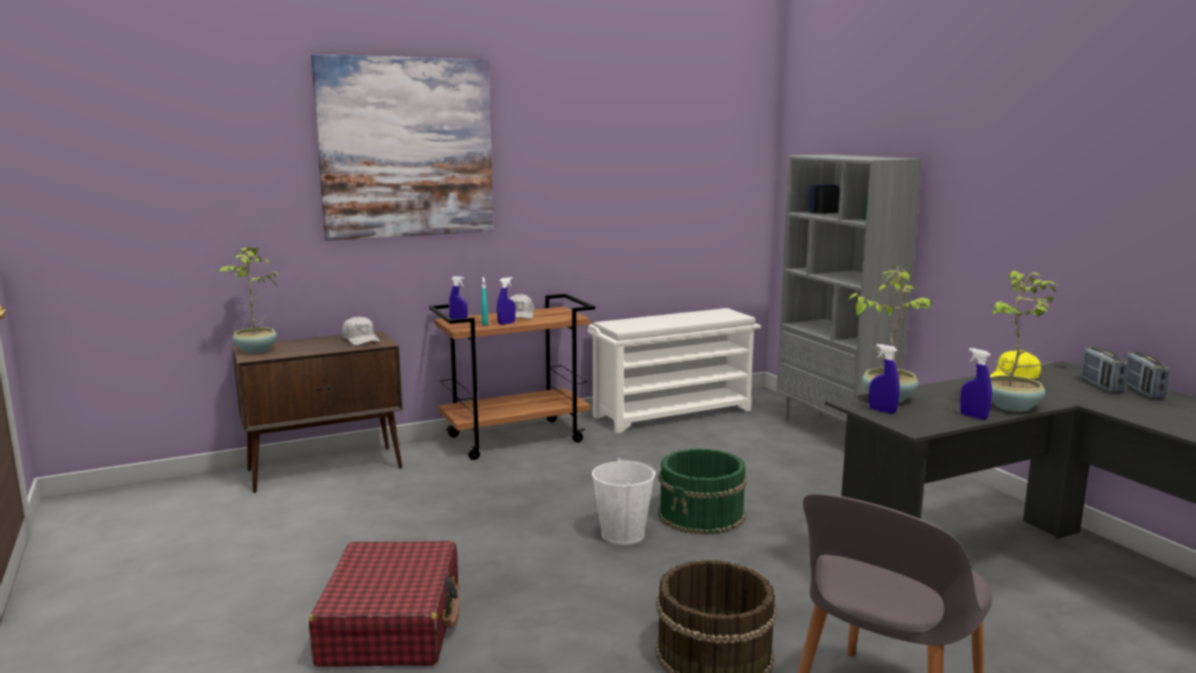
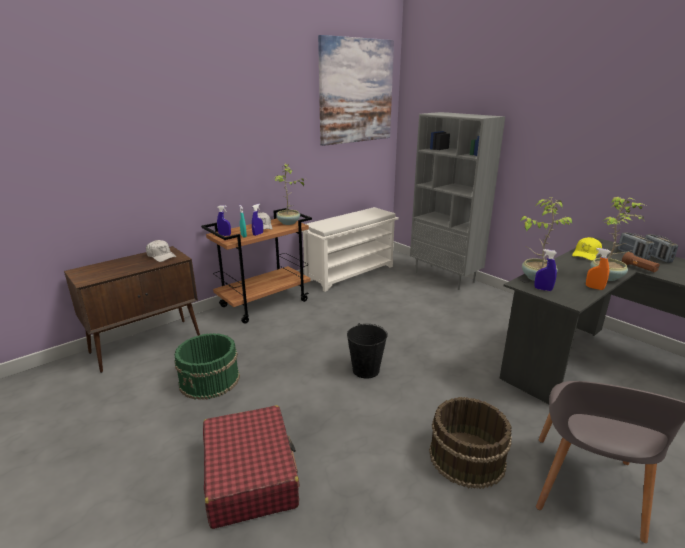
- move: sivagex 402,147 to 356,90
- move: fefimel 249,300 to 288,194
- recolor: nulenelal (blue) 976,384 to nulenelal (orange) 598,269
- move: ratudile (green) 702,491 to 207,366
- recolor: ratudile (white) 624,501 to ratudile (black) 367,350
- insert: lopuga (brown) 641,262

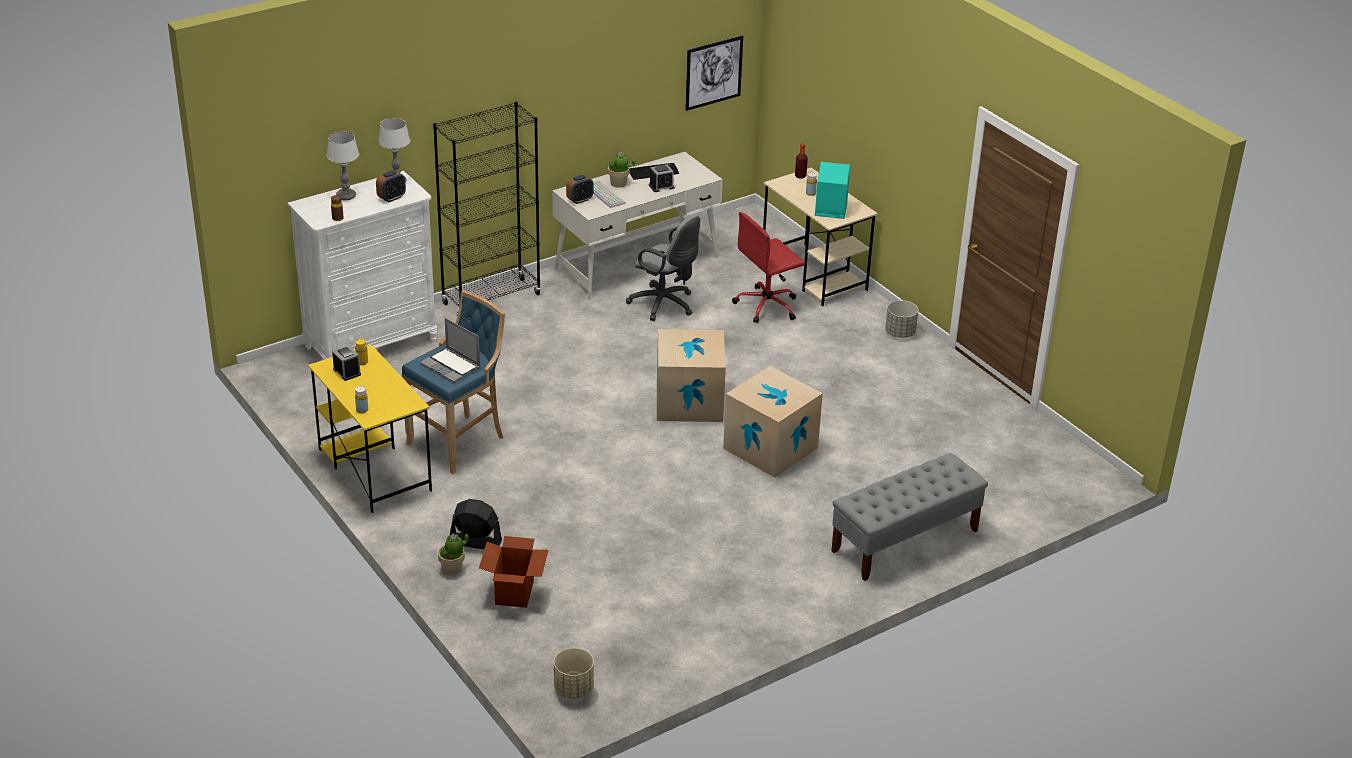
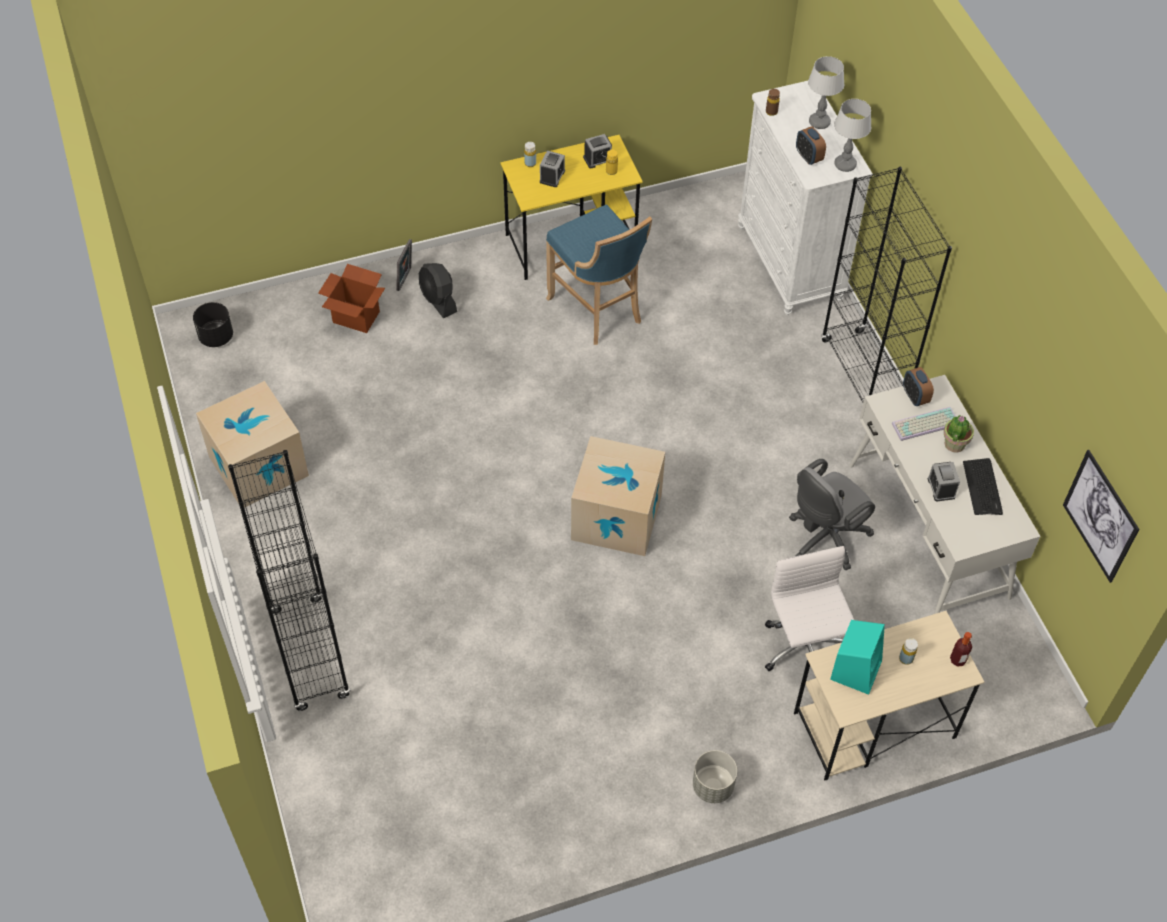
- recolor: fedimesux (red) 768,267 to fedimesux (white) 809,608
- delete: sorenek 450,350
- move: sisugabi 773,421 to 252,444
- replace: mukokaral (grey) 909,517 to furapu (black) 289,580
- rotate: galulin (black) 476,524 = 438,290 120 degrees clockwise
- replace: fefimel 453,554 to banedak 404,265
- recolor: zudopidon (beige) 574,673 to zudopidon (black) 213,324
- insert: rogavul 552,169

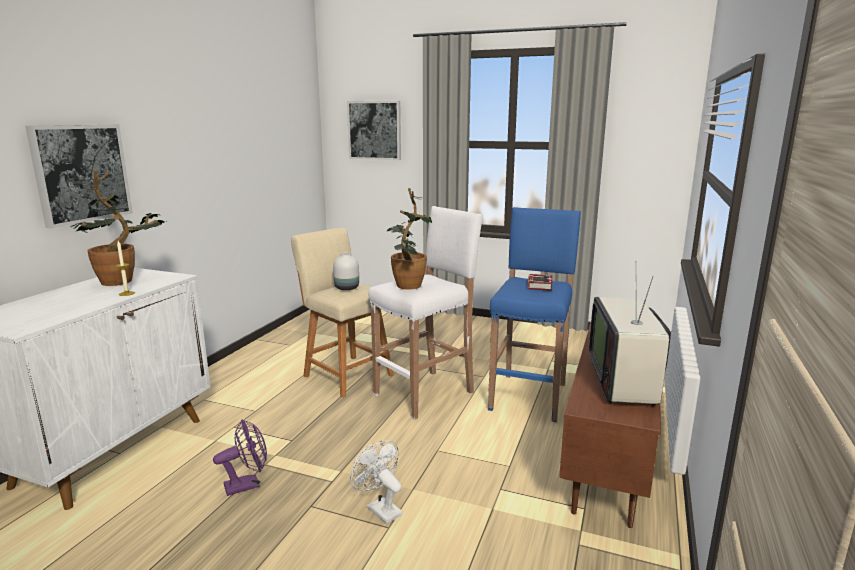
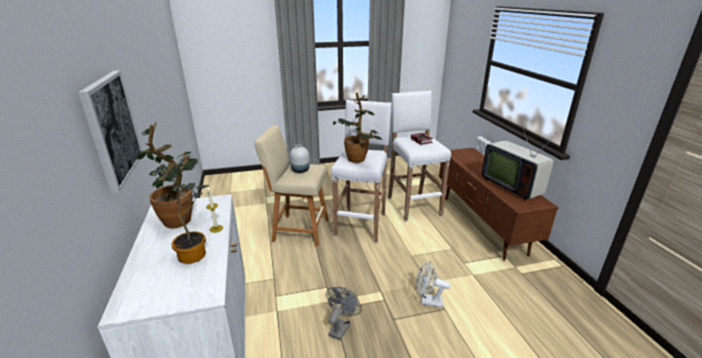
- delete: sivagex 374,130
- recolor: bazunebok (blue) 534,314 to bazunebok (white) 419,156
- recolor: galulin (purple) 240,458 to galulin (grey) 344,313
- insert: fefimel 179,214

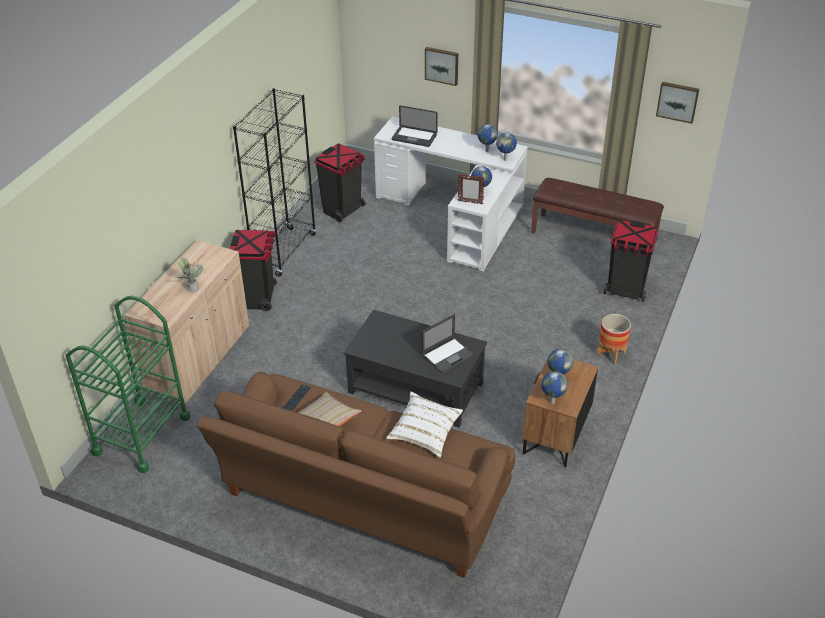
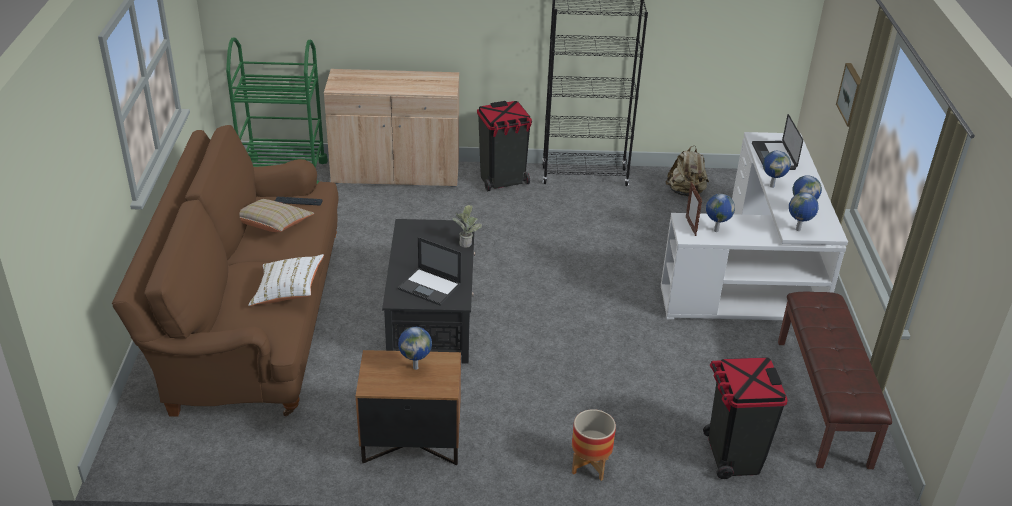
- delete: sivagex 677,103
- replace: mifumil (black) 340,183 to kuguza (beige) 687,171
- move: fefimel 190,275 to 467,226
- move: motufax 554,387 to 777,169

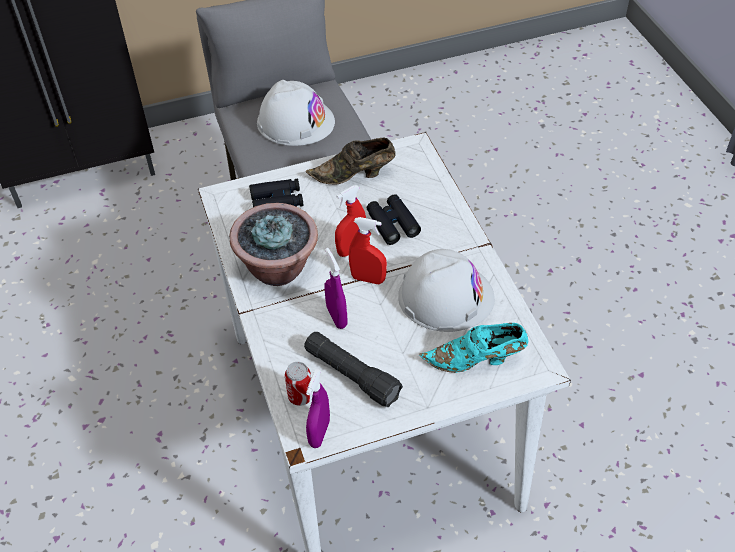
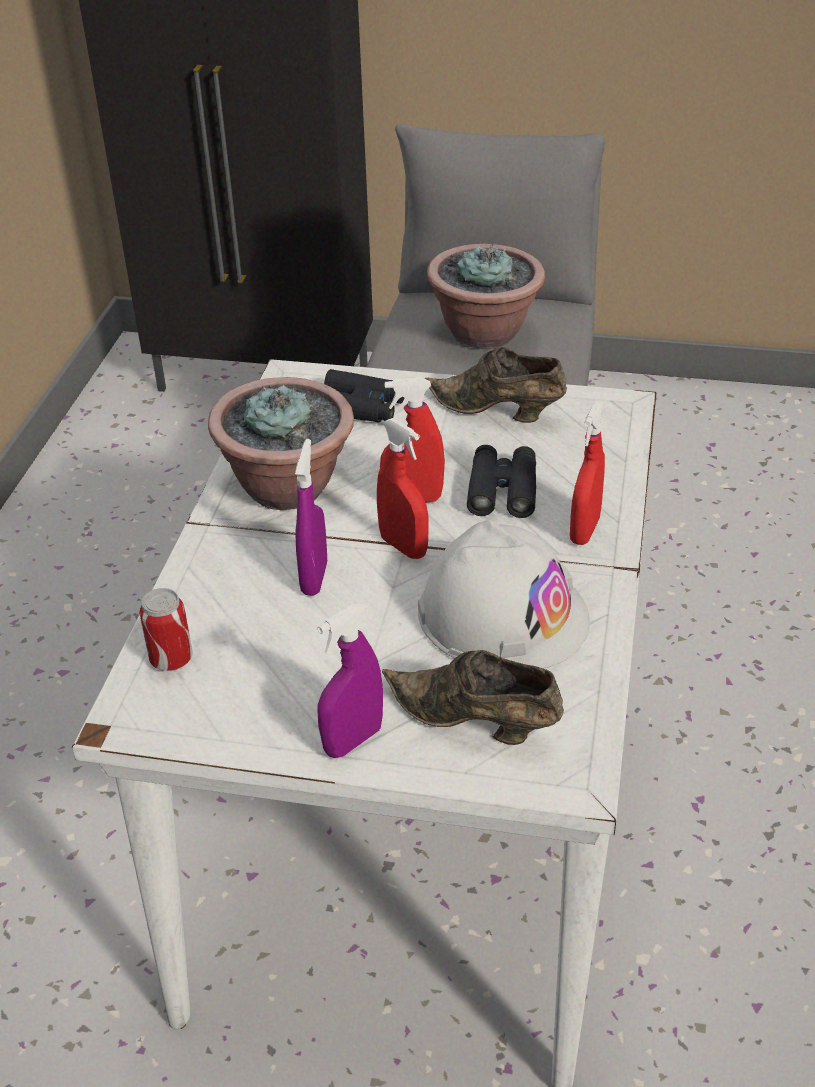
- replace: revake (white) 296,113 to fefimel 486,296
- recolor: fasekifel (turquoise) 473,348 to fasekifel (brown) 473,697
- delete: lopuga (black) 353,369
- move: nulenelal (purple) 318,408 to 350,681
- insert: nulenelal (red) 587,473

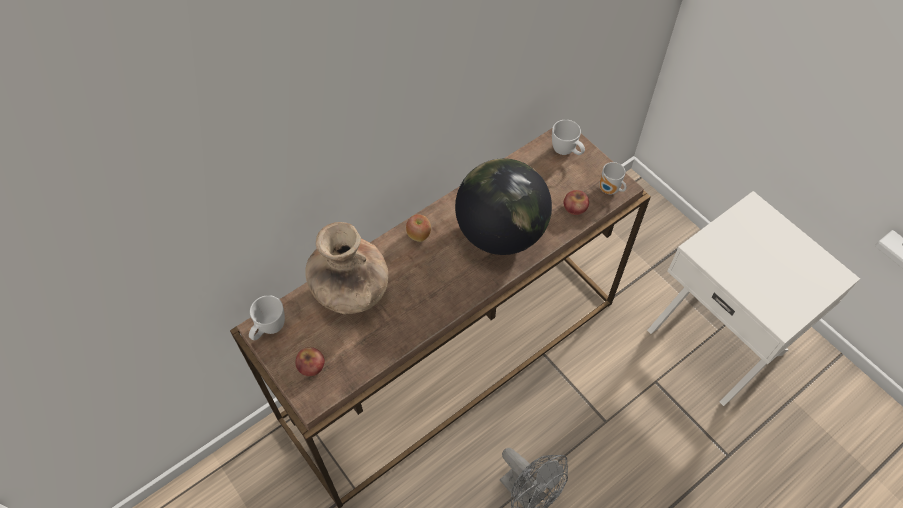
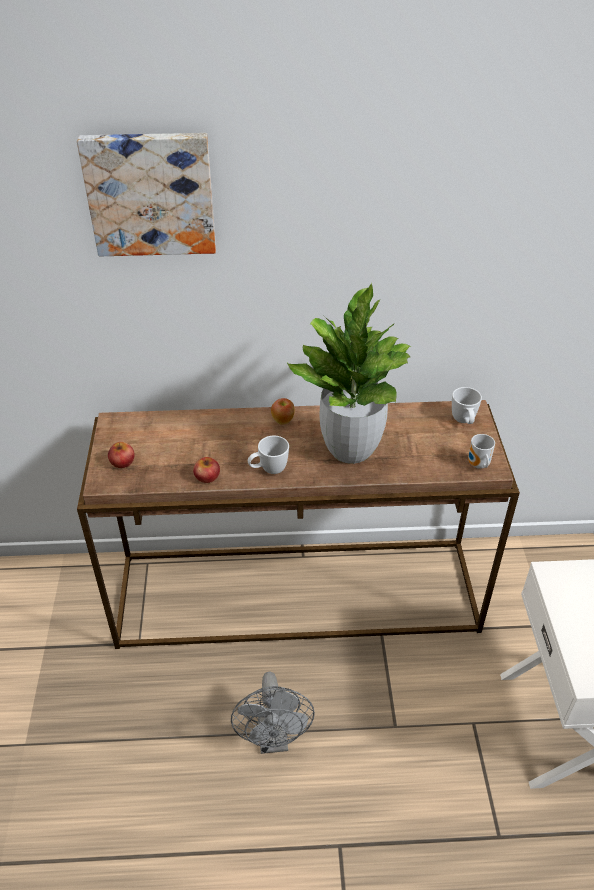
- replace: motufax 503,206 to fefimel 349,373
- move: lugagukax 576,202 to 206,470
- delete: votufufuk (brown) 346,268
- move: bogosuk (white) 267,317 to 268,455
- insert: sivagex 146,194

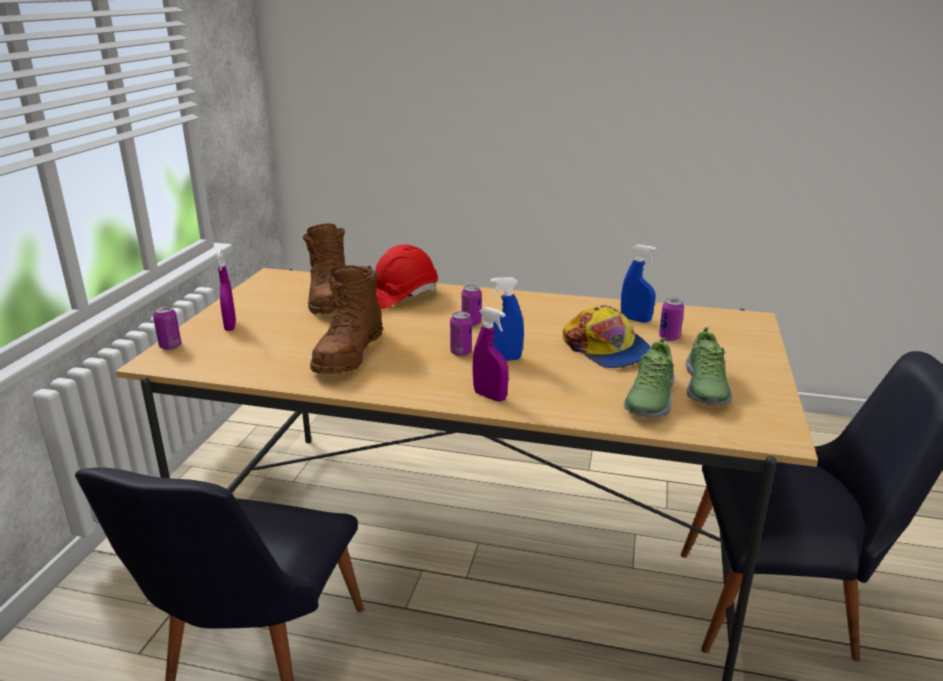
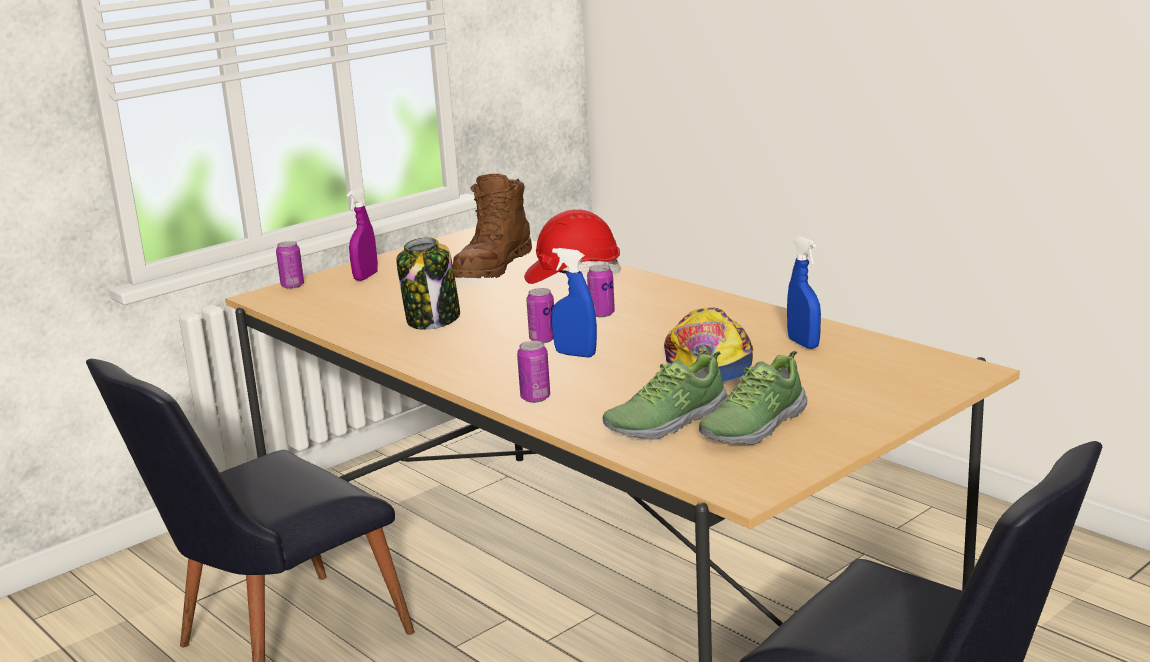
- replace: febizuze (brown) 346,319 to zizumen 428,283
- move: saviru 671,319 to 533,372
- delete: nulenelal (purple) 490,354

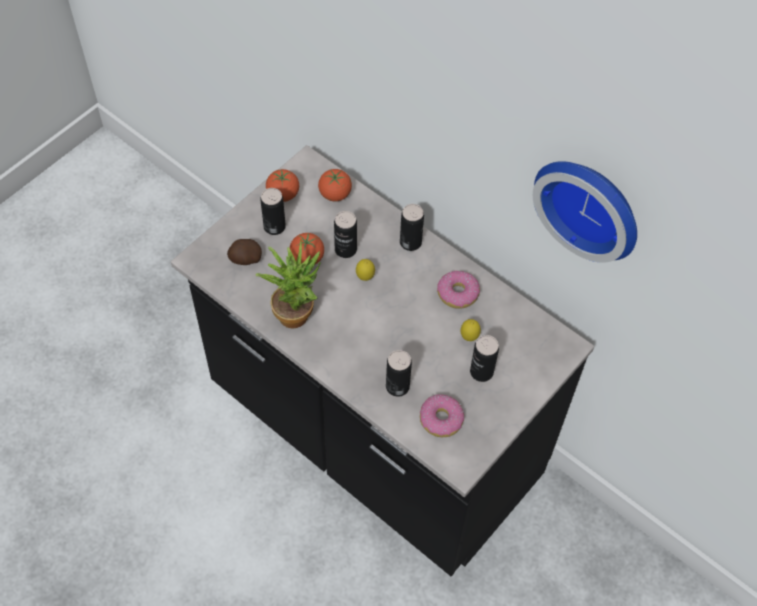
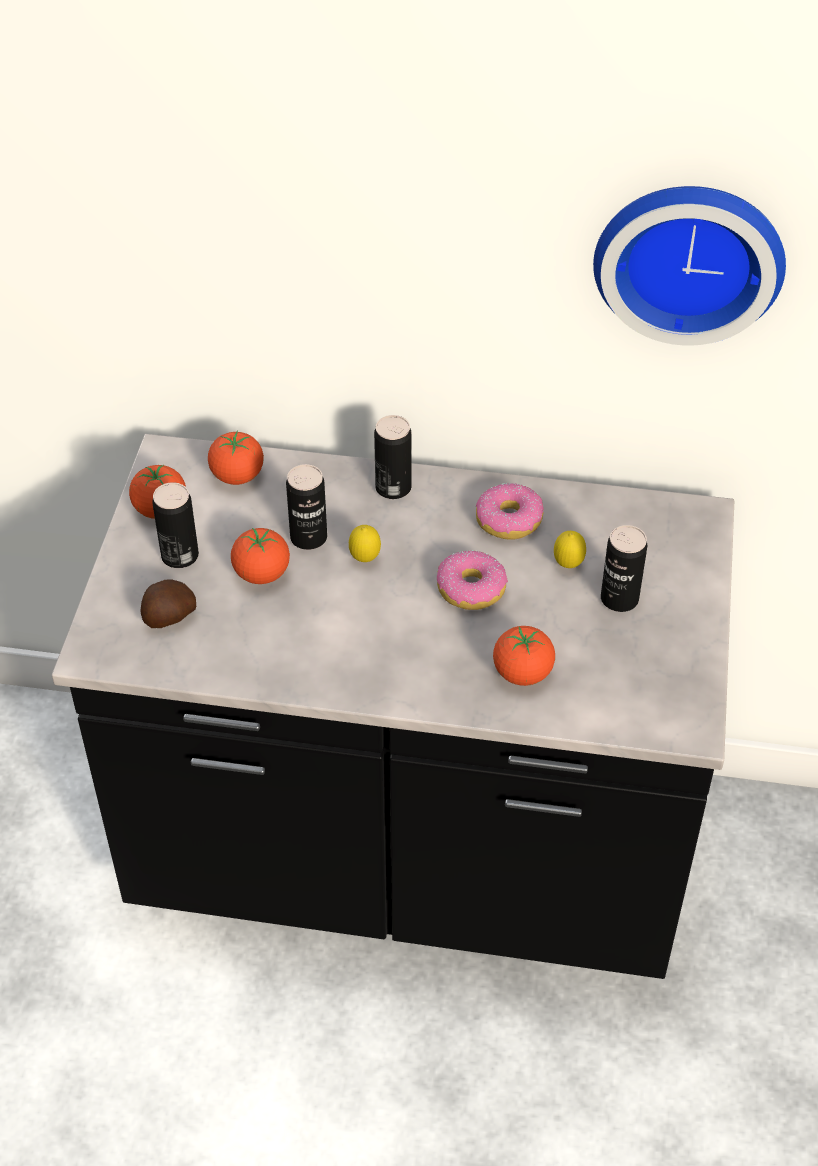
- delete: fefimel 288,284
- replace: saviru 399,373 to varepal 524,656
- move: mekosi 442,415 to 472,580

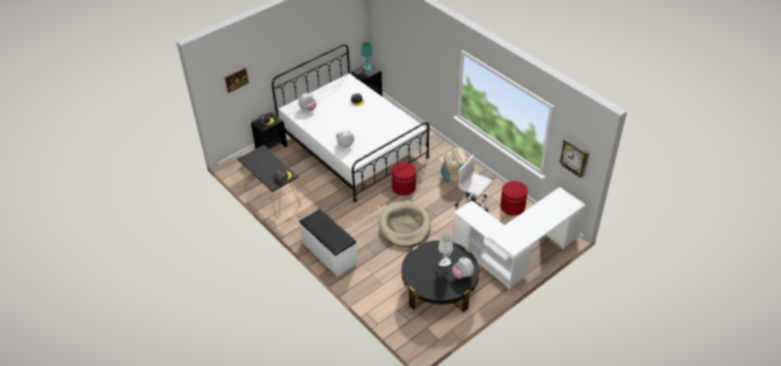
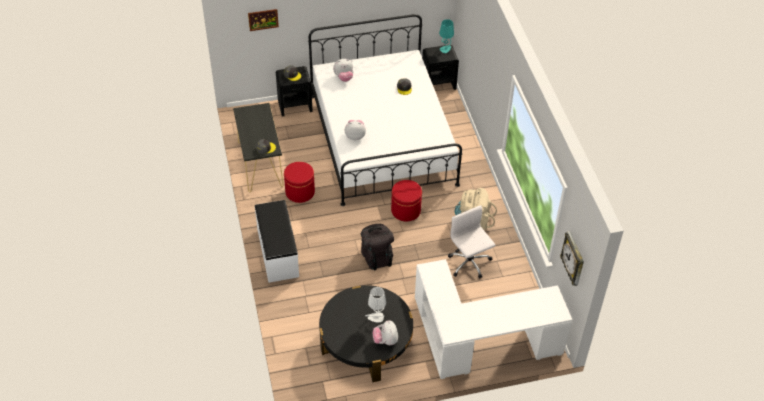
- move: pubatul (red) 514,198 to 299,182
- replace: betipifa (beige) 404,224 to kuguza (black) 377,247

